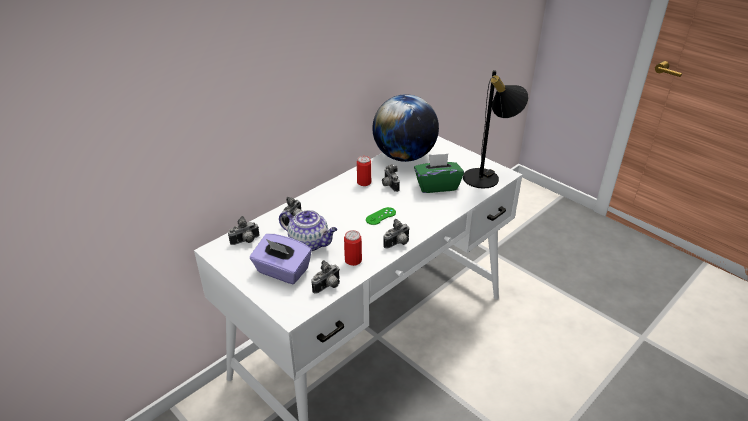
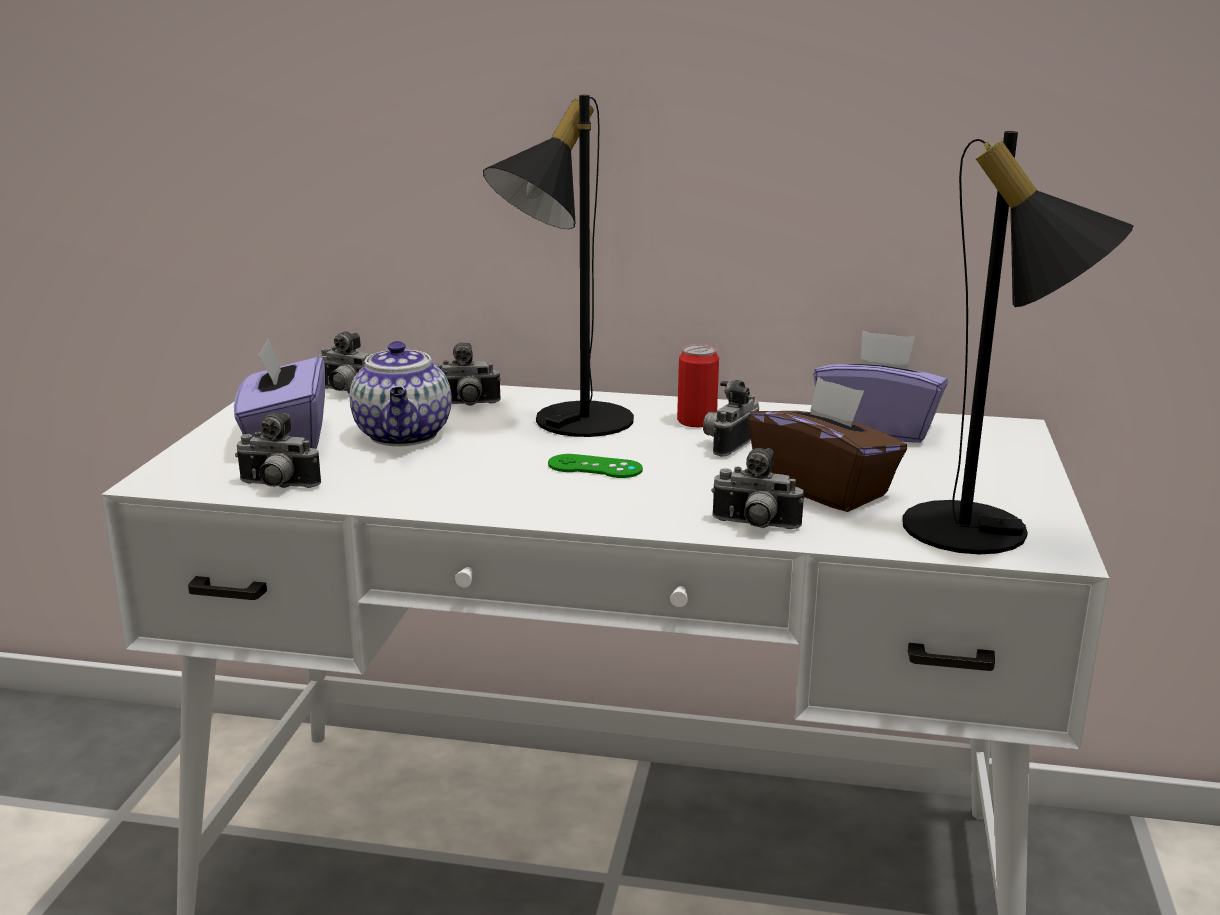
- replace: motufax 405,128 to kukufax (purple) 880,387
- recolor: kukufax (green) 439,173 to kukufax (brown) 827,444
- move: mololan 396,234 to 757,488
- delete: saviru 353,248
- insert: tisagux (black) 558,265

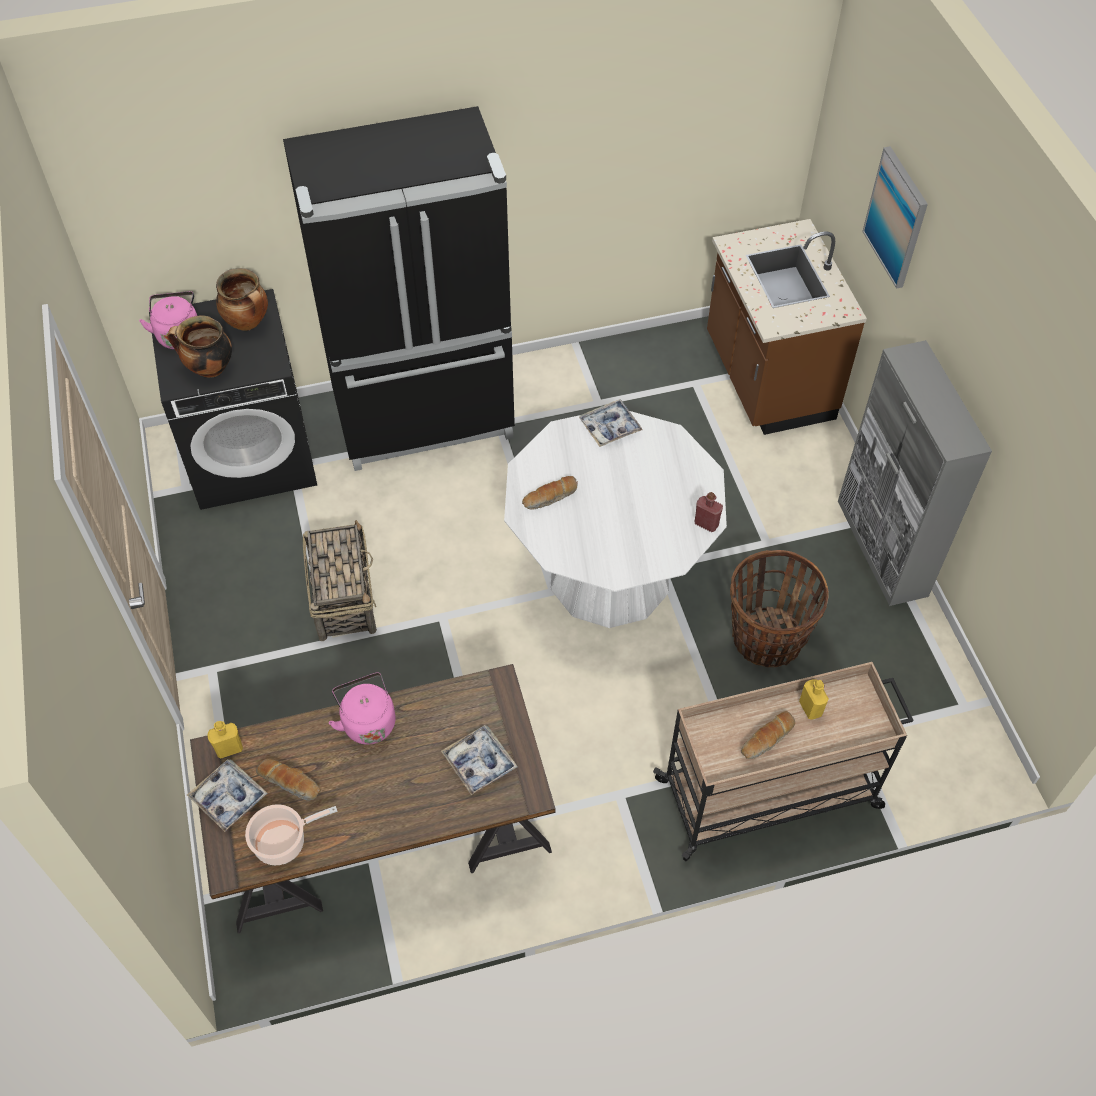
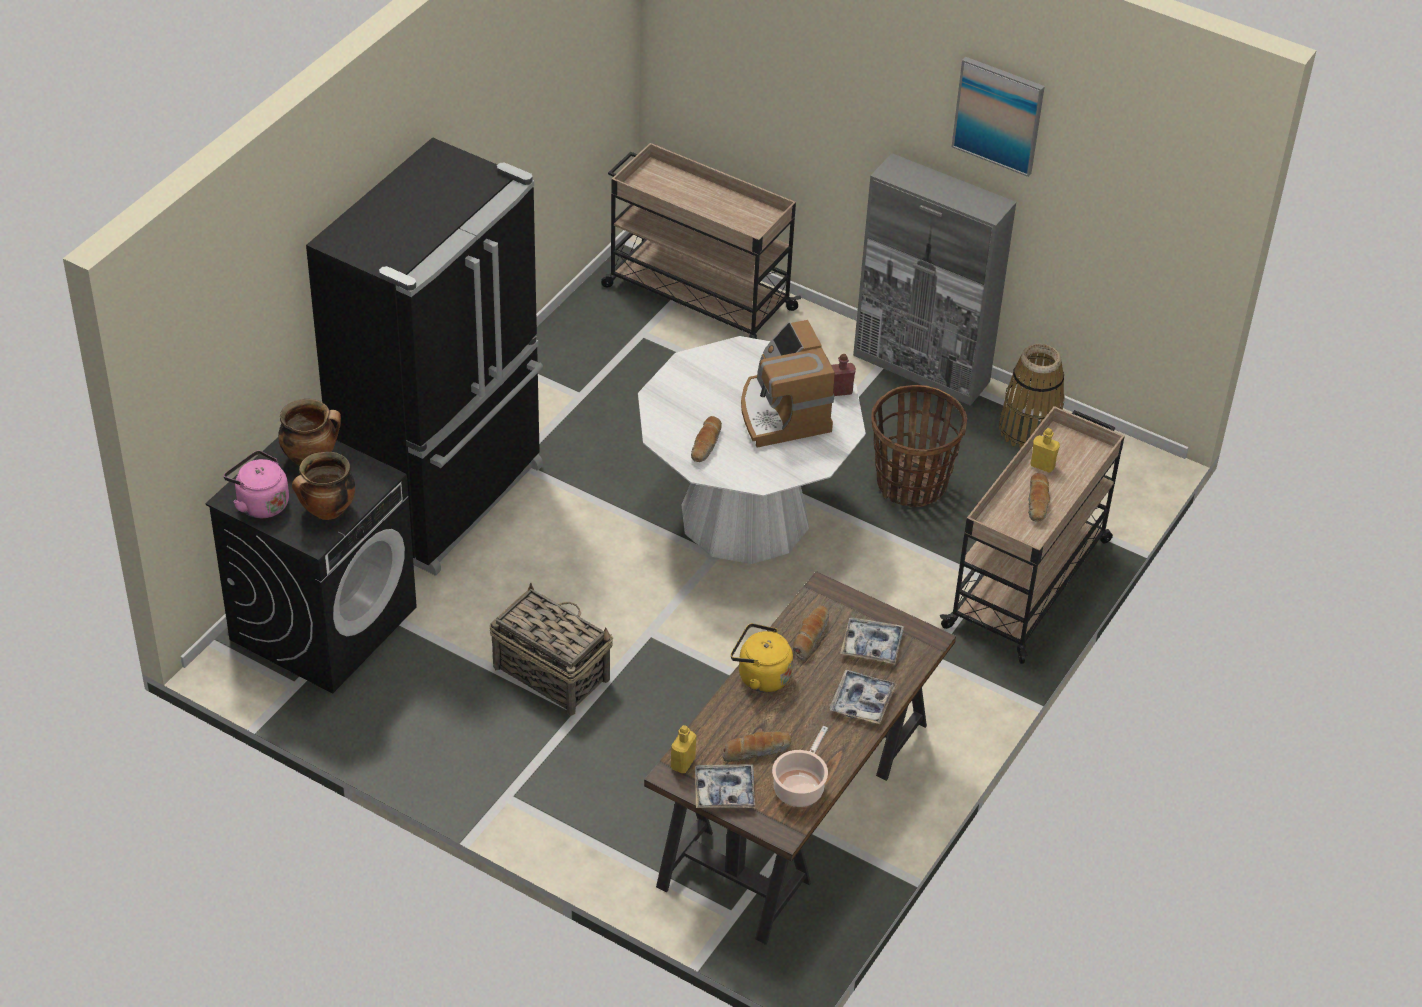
- move: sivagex 895,217 to 998,117
- replace: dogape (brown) 787,327 to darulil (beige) 701,241
- move: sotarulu 611,423 to 862,697
- recolor: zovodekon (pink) 362,708 to zovodekon (yellow) 762,658
- insert: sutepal 788,384
- insert: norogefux 1032,396
- insert: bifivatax 811,633

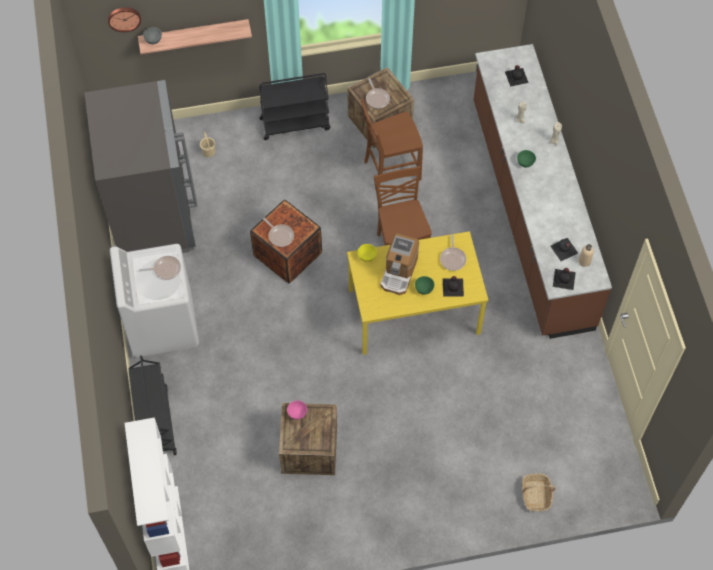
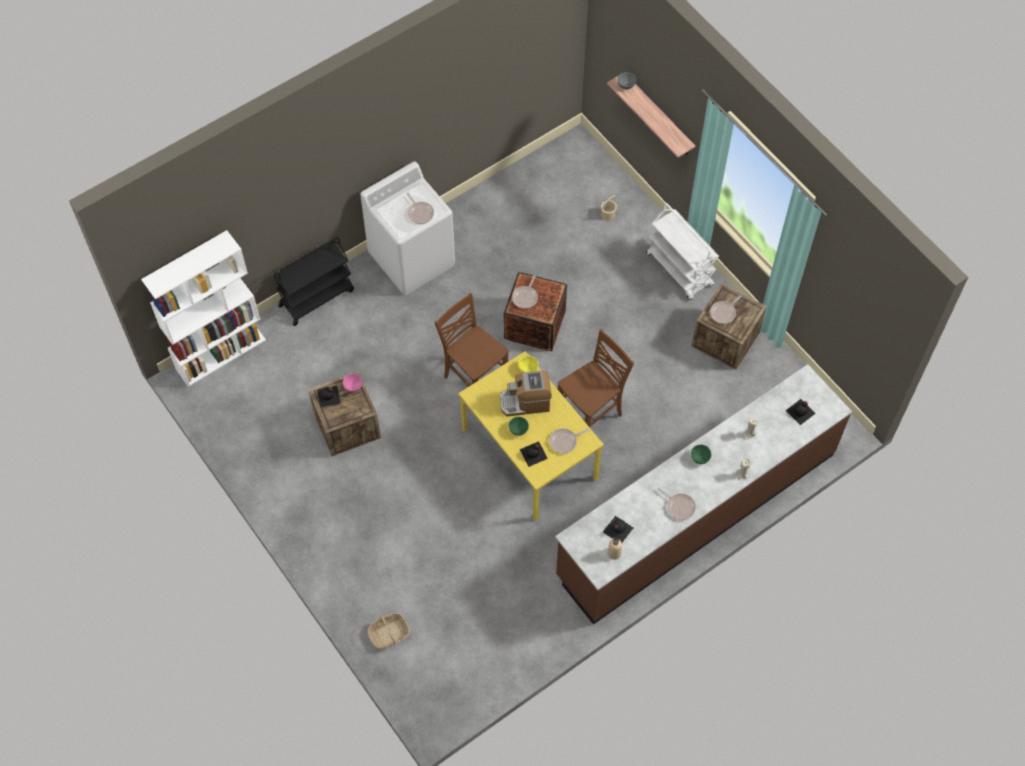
- delete: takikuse 124,19
- recolor: darulil (black) 295,106 to darulil (white) 682,251
- delete: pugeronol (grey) 141,166
- move: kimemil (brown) 392,144 to 471,340
- move: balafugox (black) 564,279 to 329,396
- insert: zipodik 677,504

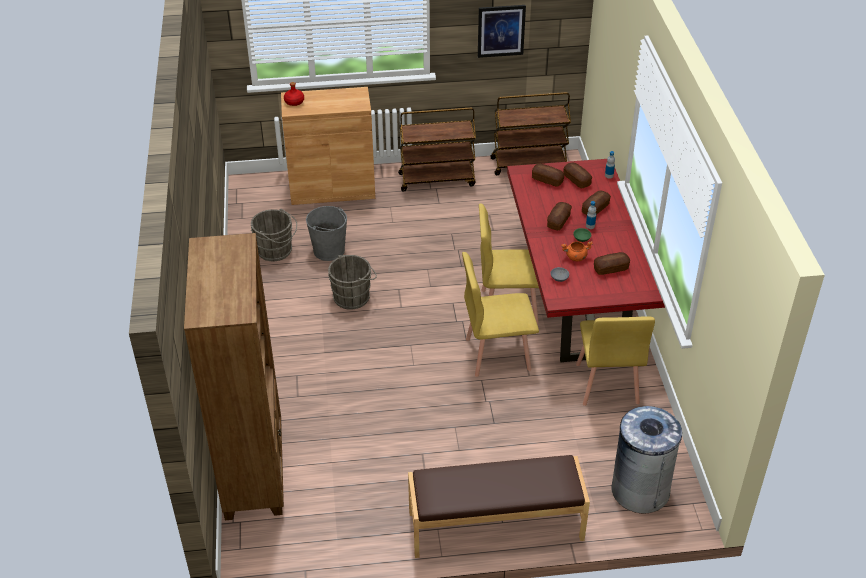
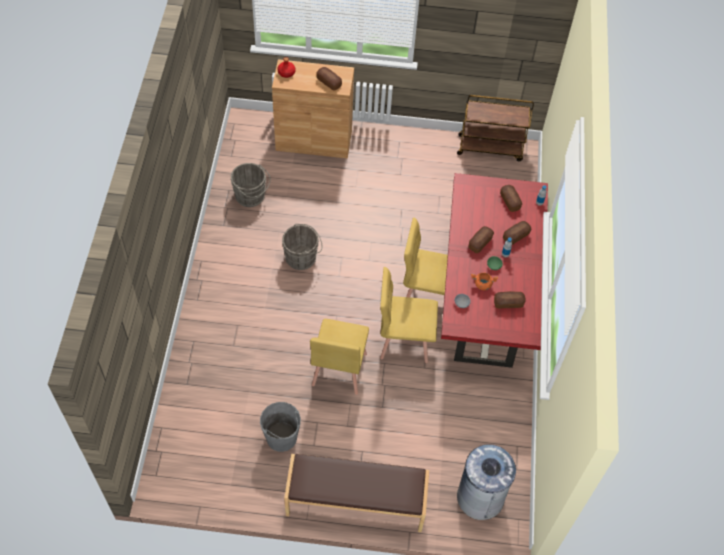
- delete: sivagex 502,31
- delete: darulil (brown) 437,150
- move: bifivatax 548,175 to 329,79
- move: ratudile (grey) 326,233 to 280,427
- delete: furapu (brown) 234,376
- move: kimemil (yellow) 615,361 to 339,357

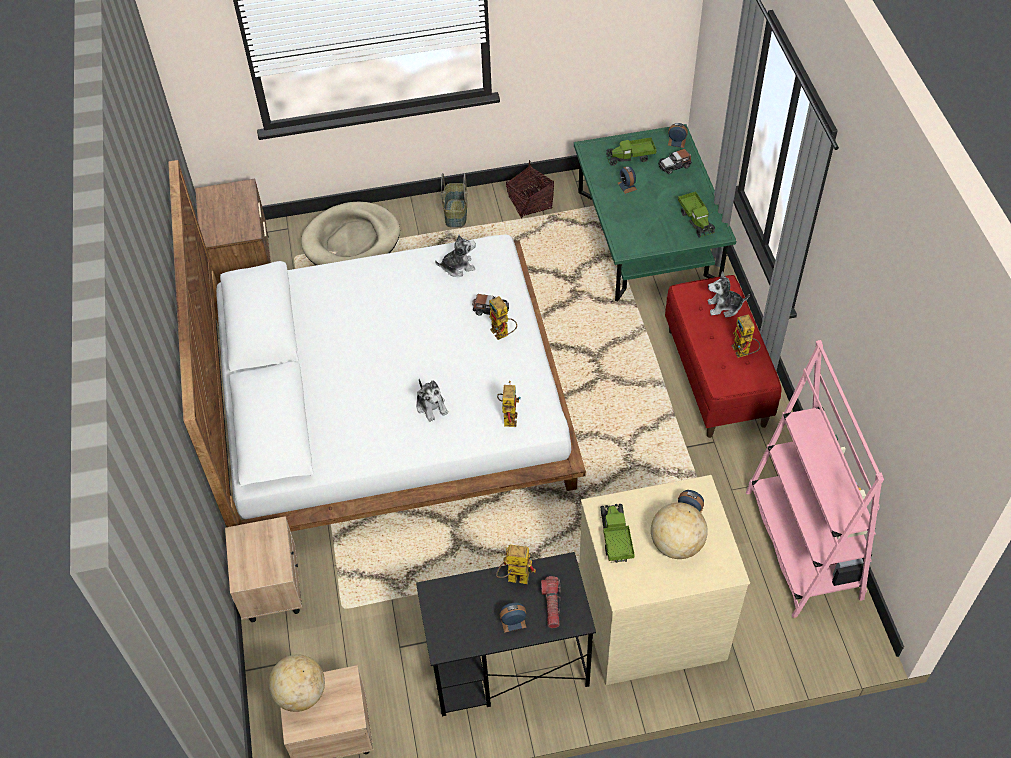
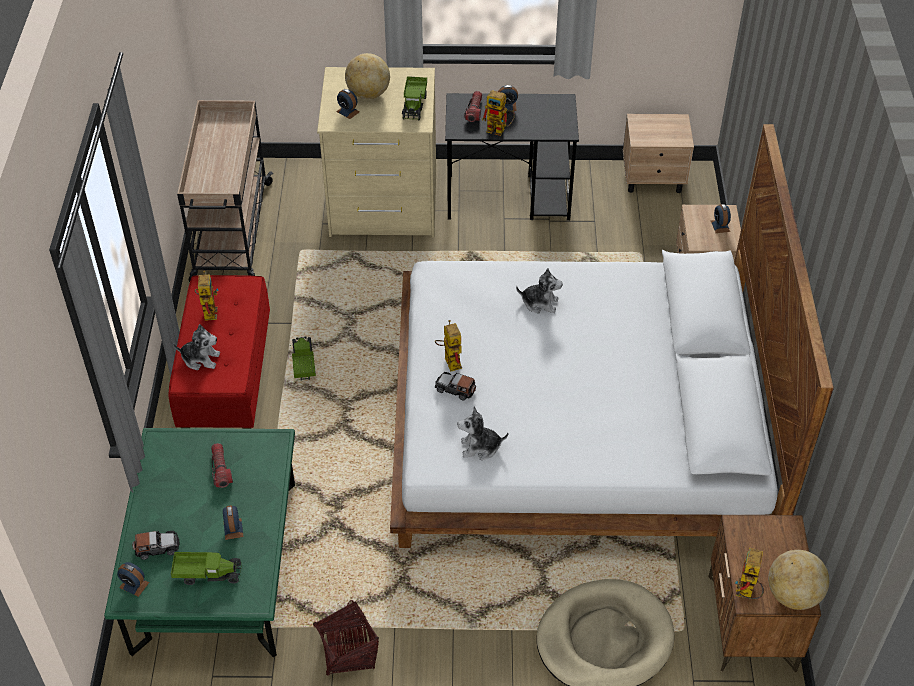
- delete: norogefux 454,200
- move: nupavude 696,214 to 303,358
- replace: furapu (pink) 815,479 to darulil (beige) 225,191
- rotate: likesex 432,400 = 539,290 120 degrees clockwise
- move: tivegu 509,404 to 749,573
- move: motufax 297,683 to 798,580
- insert: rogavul 721,218
- insert: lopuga 222,465

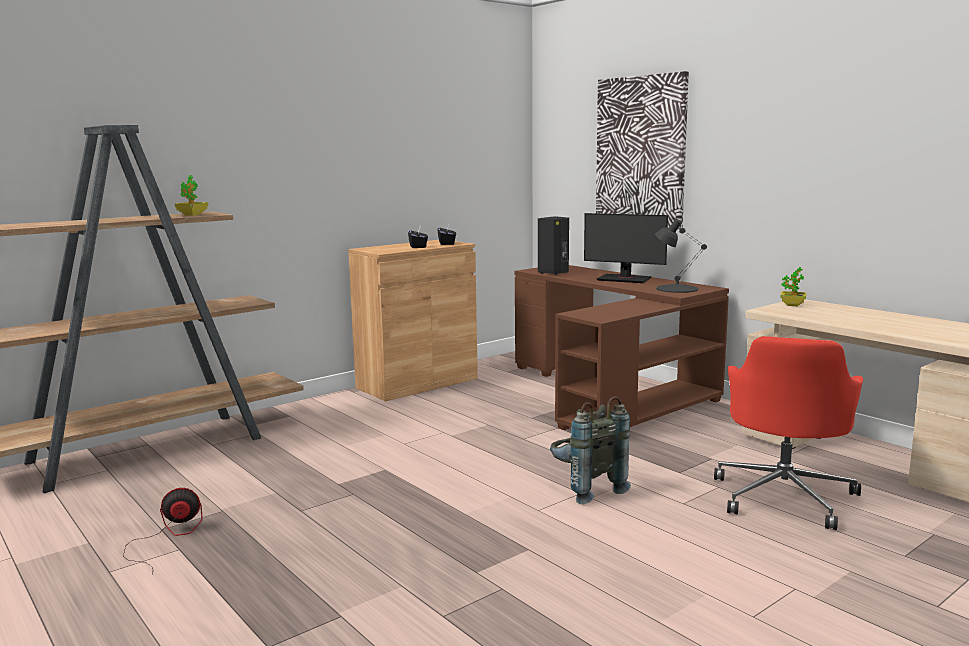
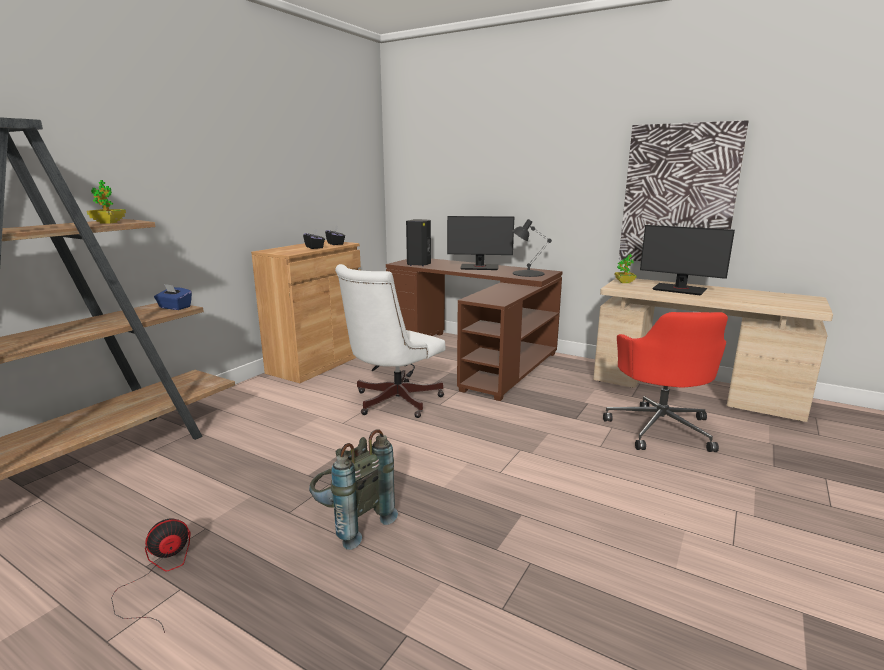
- move: sivagex 642,149 to 684,190
- move: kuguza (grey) 590,450 to 353,489
- insert: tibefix 687,260
- insert: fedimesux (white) 390,341
- insert: kukufax (blue) 173,297

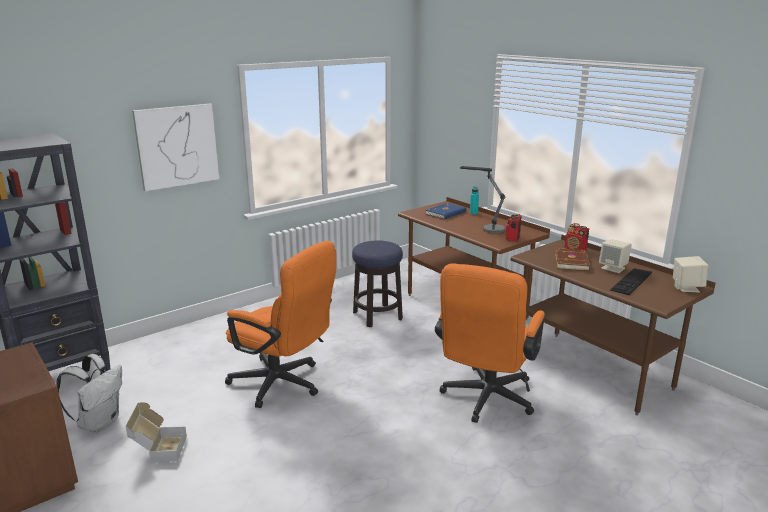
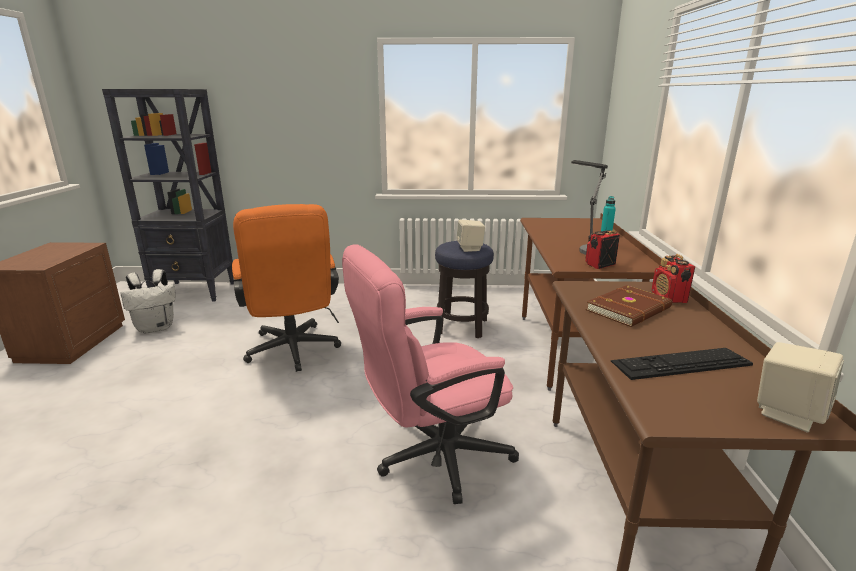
- delete: sivagex 175,148
- delete: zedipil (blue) 446,211
- move: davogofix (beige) 615,256 to 470,236
- recolor: fedimesux (orange) 490,343 to fedimesux (pink) 430,374
- delete: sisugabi 156,432

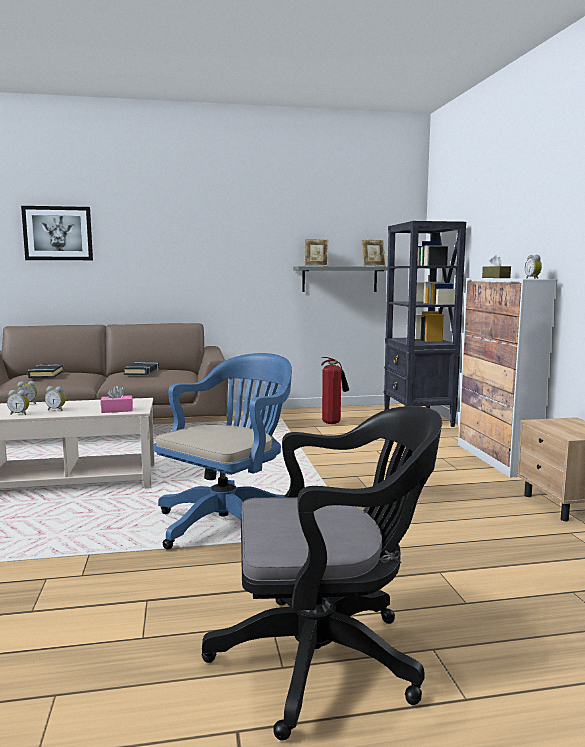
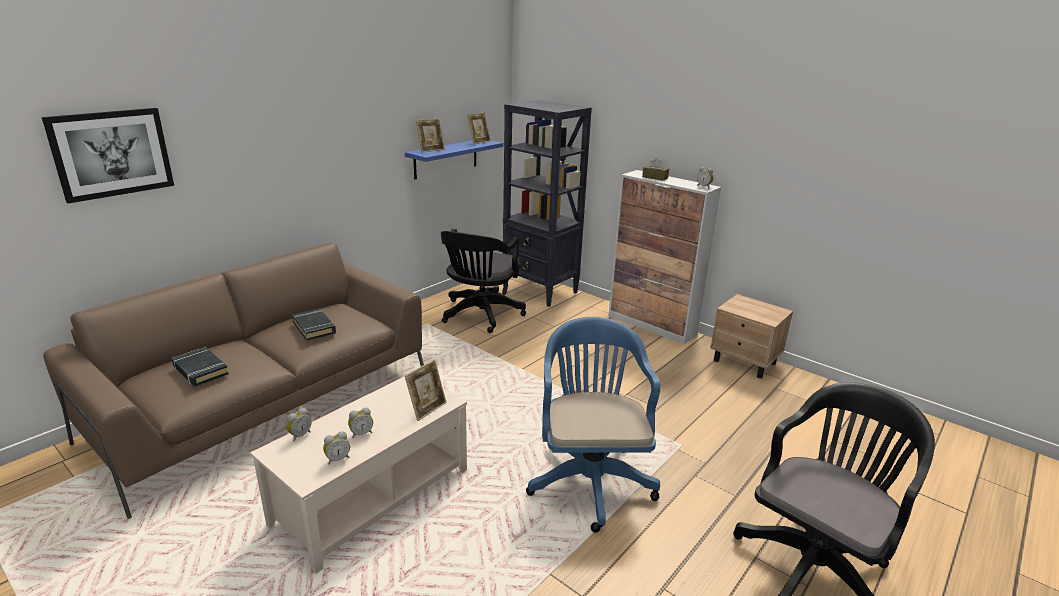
- recolor: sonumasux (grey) 344,279 to sonumasux (blue) 454,159
- replace: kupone 335,390 to fedimesux (black) 483,281
- replace: kukufax (pink) 117,399 to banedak 426,390

